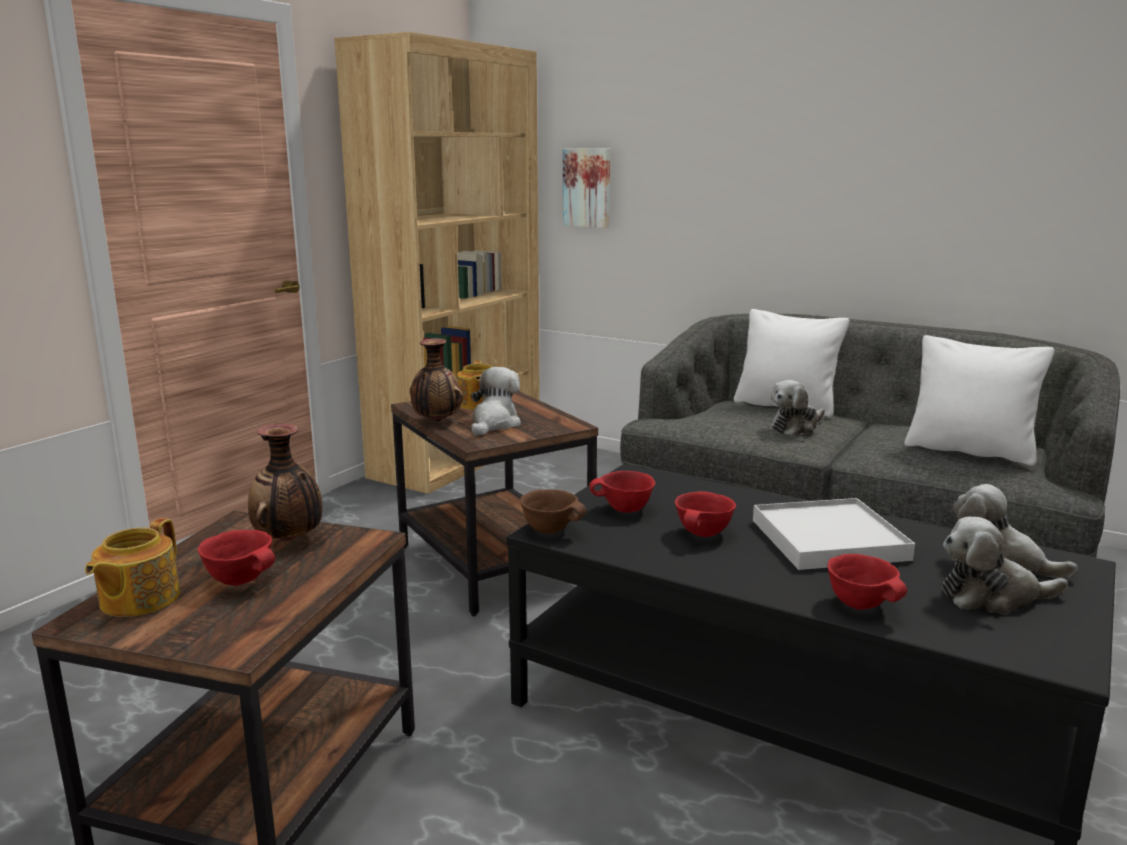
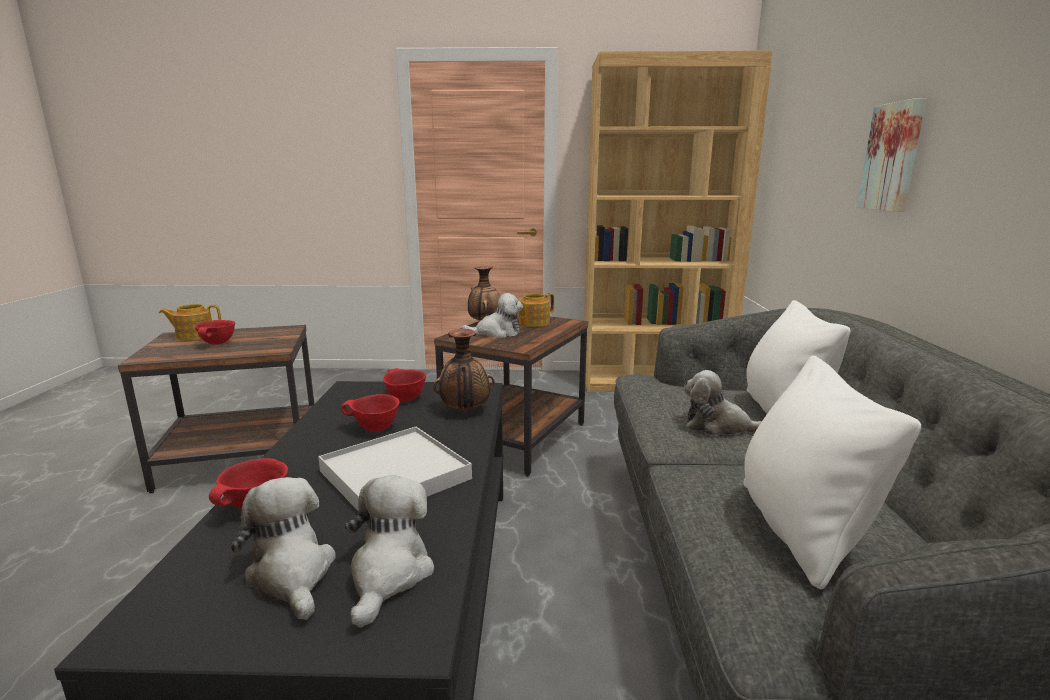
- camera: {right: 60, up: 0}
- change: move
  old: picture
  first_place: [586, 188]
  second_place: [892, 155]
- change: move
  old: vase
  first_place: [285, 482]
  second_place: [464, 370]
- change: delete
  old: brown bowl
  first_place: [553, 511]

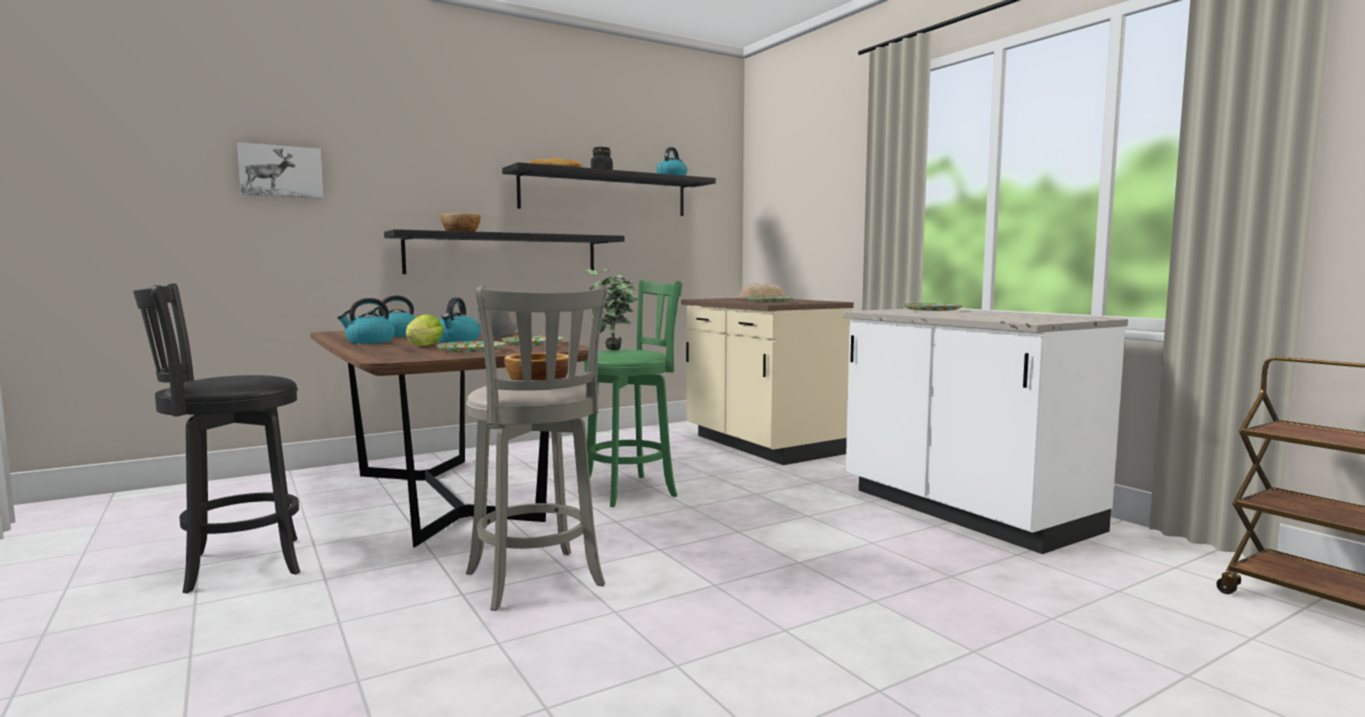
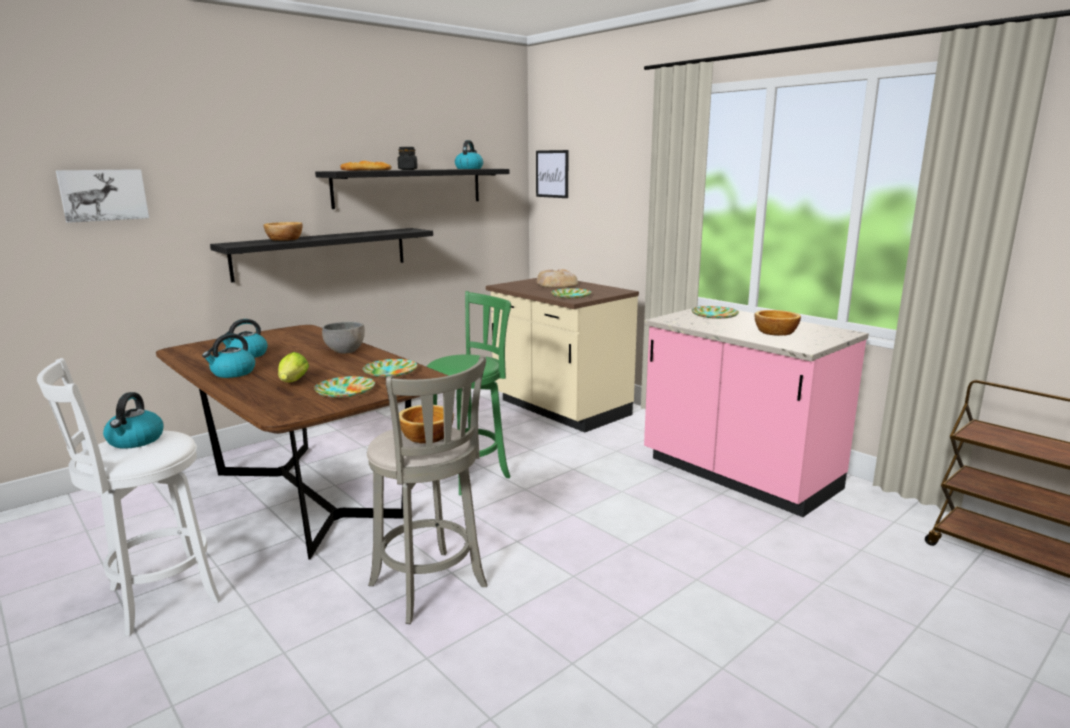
- camera: {right: -10, up: 10}
- change: delete
  old: potted plant
  first_place: [612, 309]
- change: recolor
  old: black stool
  new: white stool
  first_place: [216, 438]
  second_place: [129, 497]
- change: move
  old: kettle
  first_place: [459, 320]
  second_place: [133, 420]
- change: recolor
  old: white counter
  new: pink counter
  first_place: [985, 431]
  second_place: [756, 411]
- change: insert
  new: picture
  second_place: [552, 174]
- change: insert
  new: bowl
  second_place: [778, 323]

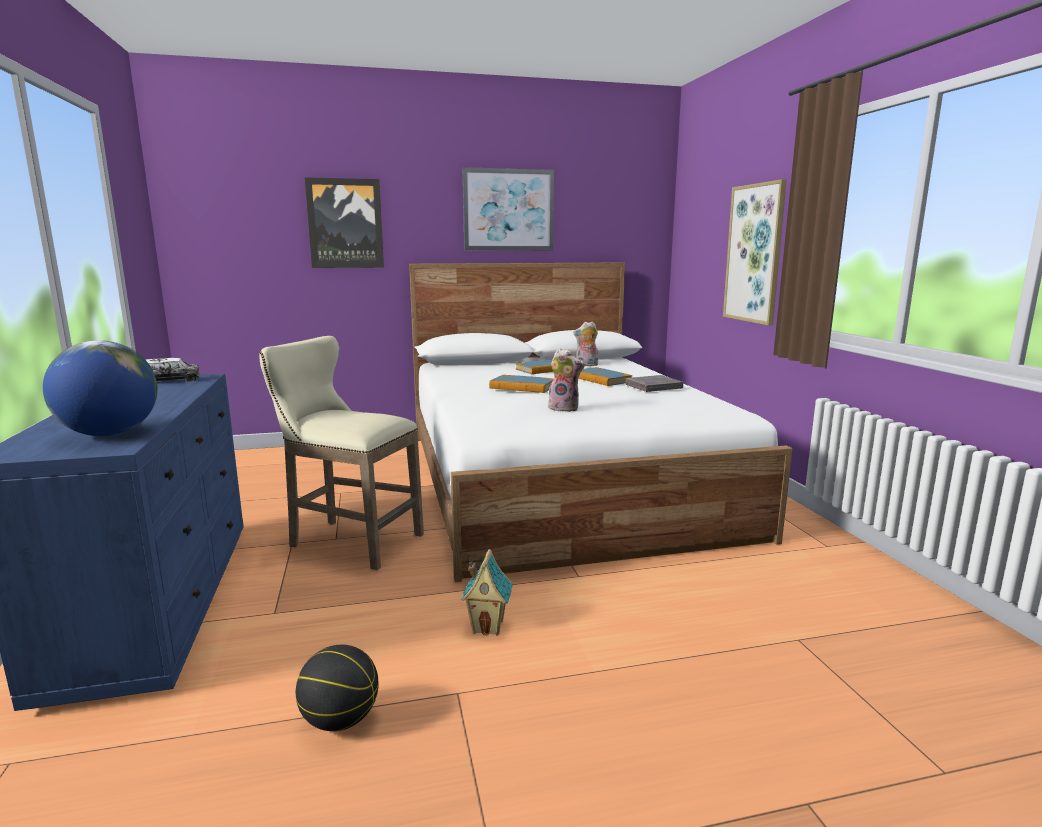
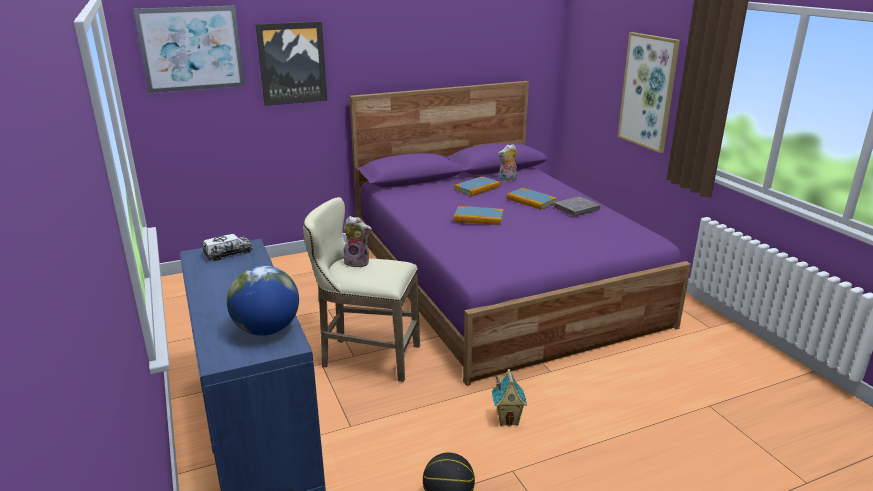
- camera: {right: -10, up: 10}
- change: move
  old: picture
  first_place: [508, 208]
  second_place: [189, 49]
- change: recolor
  old: white bed
  new: purple bed
  first_place: [601, 422]
  second_place: [520, 233]
- change: move
  old: plush toy
  first_place: [566, 380]
  second_place: [358, 241]

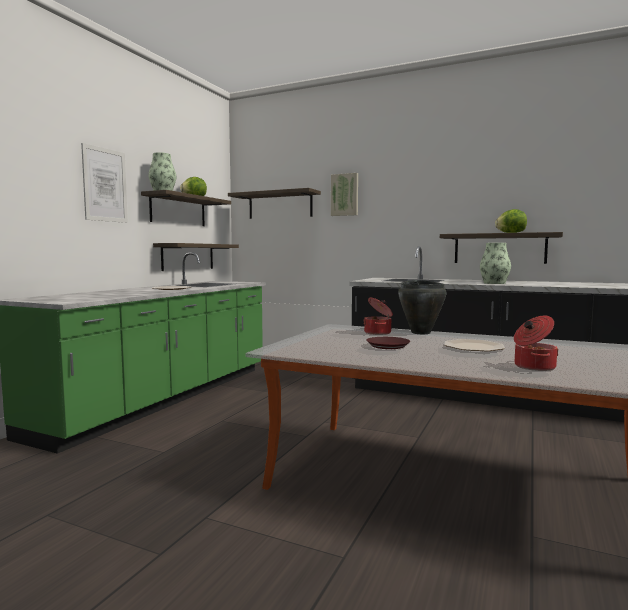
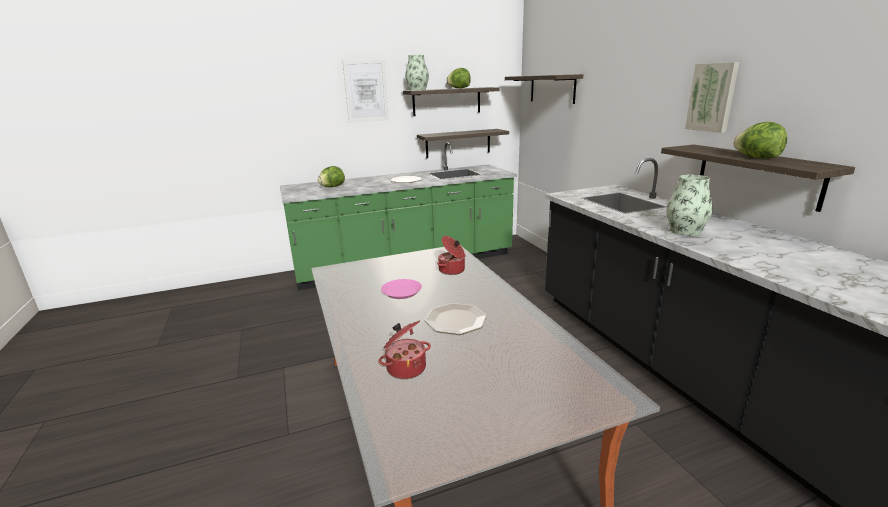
- camera: {right: 45, up: 15}
- change: move
  old: picture
  first_place: [344, 194]
  second_place: [712, 97]
- change: delete
  old: black cooking pot
  first_place: [422, 307]
- change: recolor
  old: brown plate
  new: pink plate
  first_place: [388, 343]
  second_place: [401, 289]
- change: insert
  new: lettuce
  second_place: [331, 176]

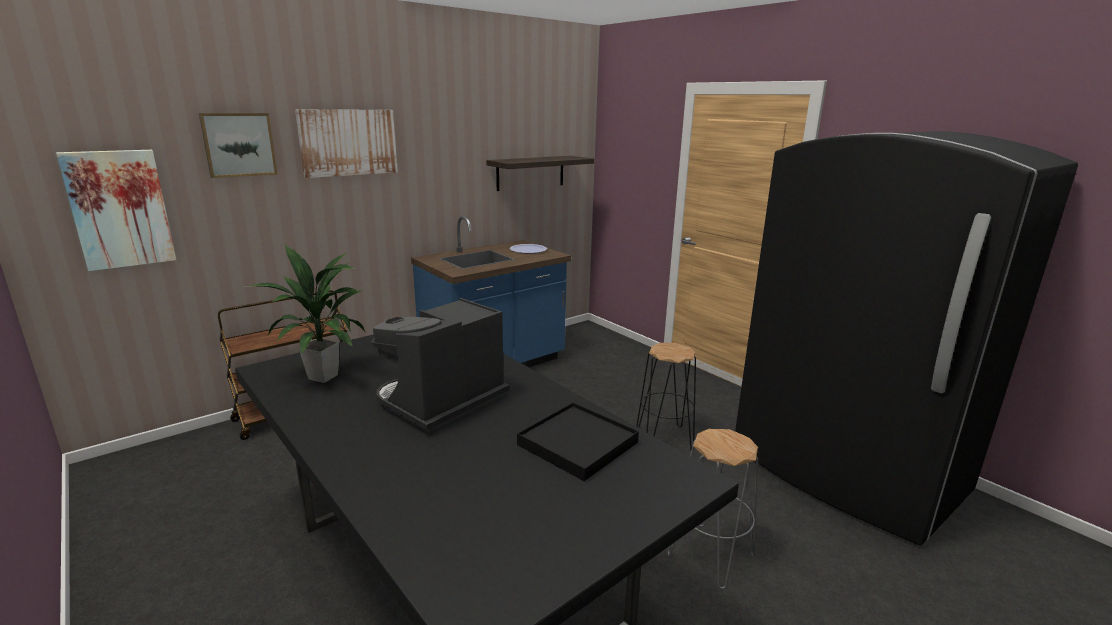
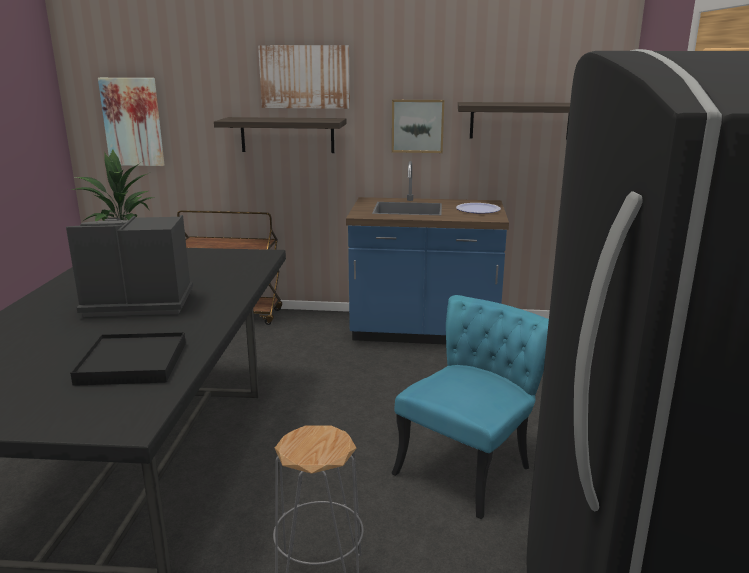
- camera: {right: 45, up: 0}
- change: move
  old: picture
  first_place: [238, 145]
  second_place: [418, 126]
- change: replace
  old: black stool
  new: turquoise chair
  first_place: [666, 396]
  second_place: [470, 407]
- change: insert
  new: shelf
  second_place: [280, 135]

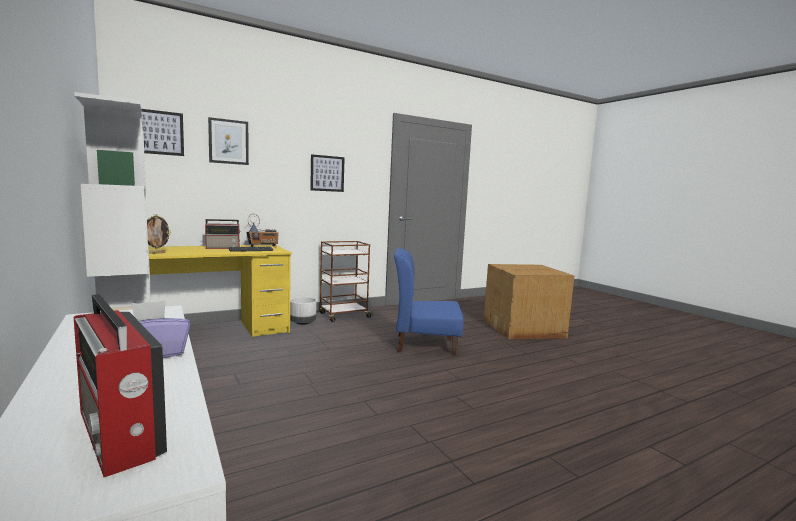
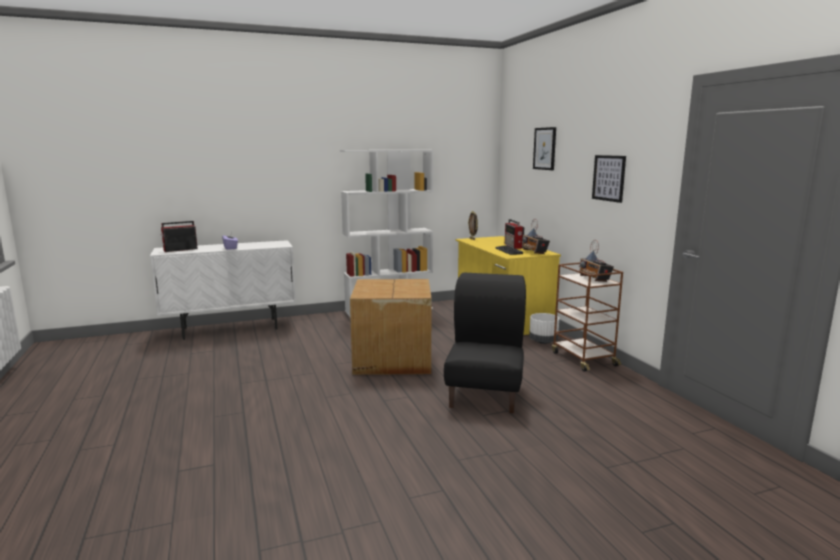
- camera: {right: 100, up: 5}
- change: delete
  old: picture
  first_place: [162, 132]
- change: recolor
  old: blue chair
  new: black chair
  first_place: [428, 302]
  second_place: [485, 343]
- change: move
  old: cardboard box
  first_place: [529, 301]
  second_place: [391, 327]
- change: insert
  new: radio
  second_place: [596, 261]

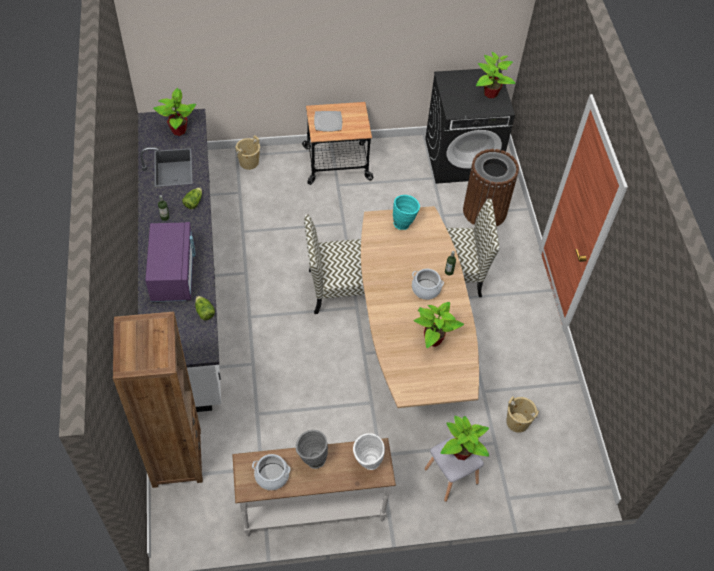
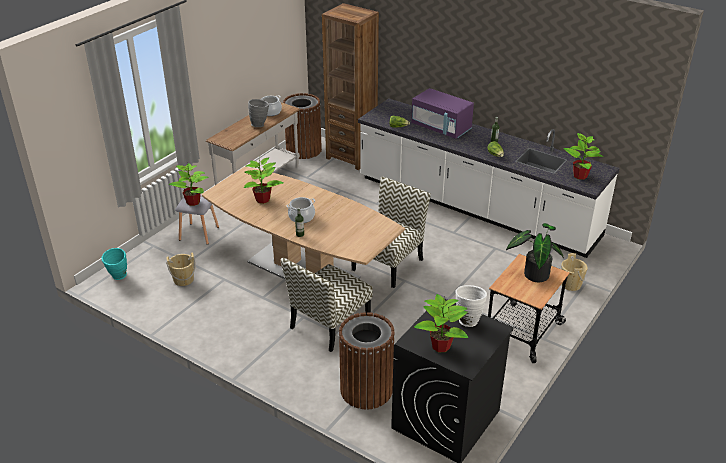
- camera: {right: 135, up: -20}
- change: replace
  old: plate
  new: potted plant
  first_place: [328, 121]
  second_place: [535, 252]
- change: move
  old: turquoise vase
  first_place: [406, 212]
  second_place: [114, 264]
- change: move
  old: white vase
  first_place: [369, 451]
  second_place: [471, 306]
- change: insert
  new: brown trash can
  second_place: [302, 126]

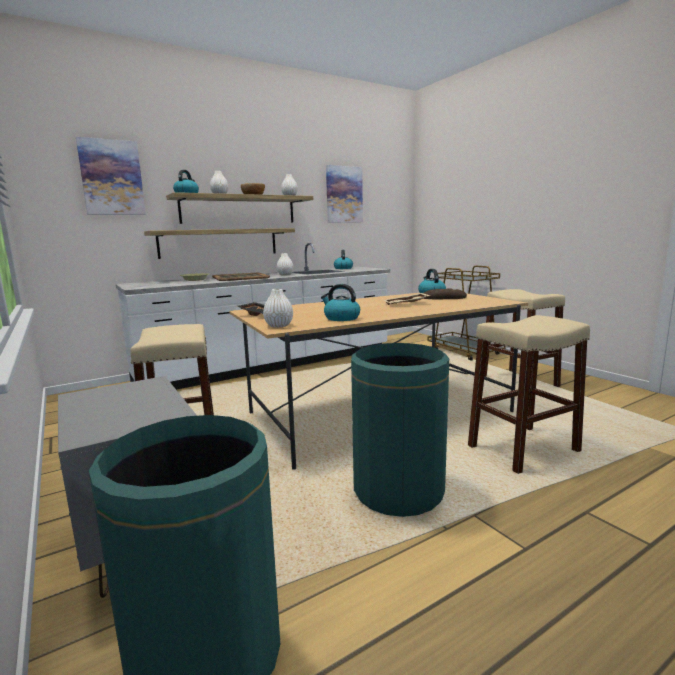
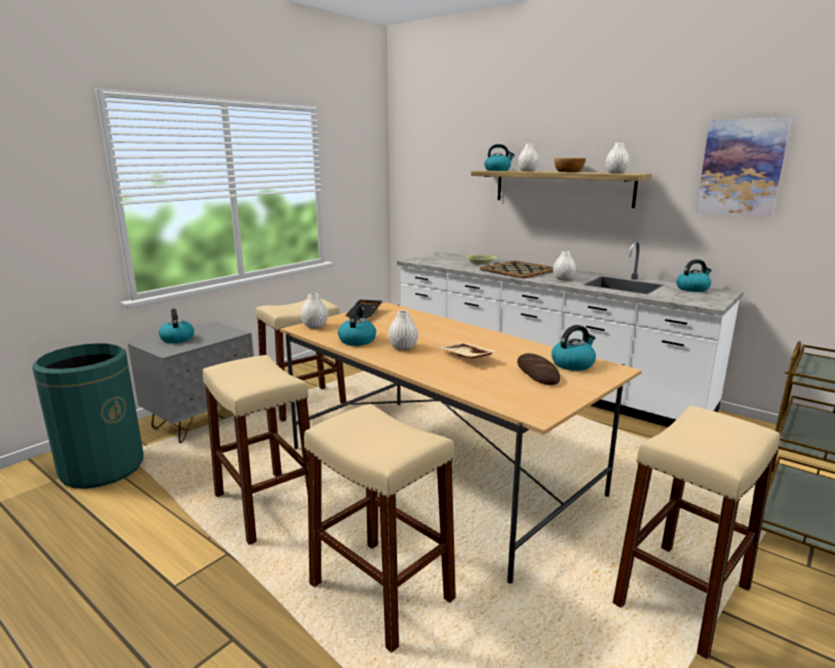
- camera: {right: 70, up: 5}
- change: delete
  old: picture
  first_place: [111, 176]
- change: delete
  old: shelf
  first_place: [219, 243]
- change: replace
  old: green trash can
  new: beige stool
  first_place: [400, 430]
  second_place: [256, 450]
- change: insert
  new: kettle
  second_place: [176, 326]
- change: insert
  new: white vase
  second_place: [403, 330]

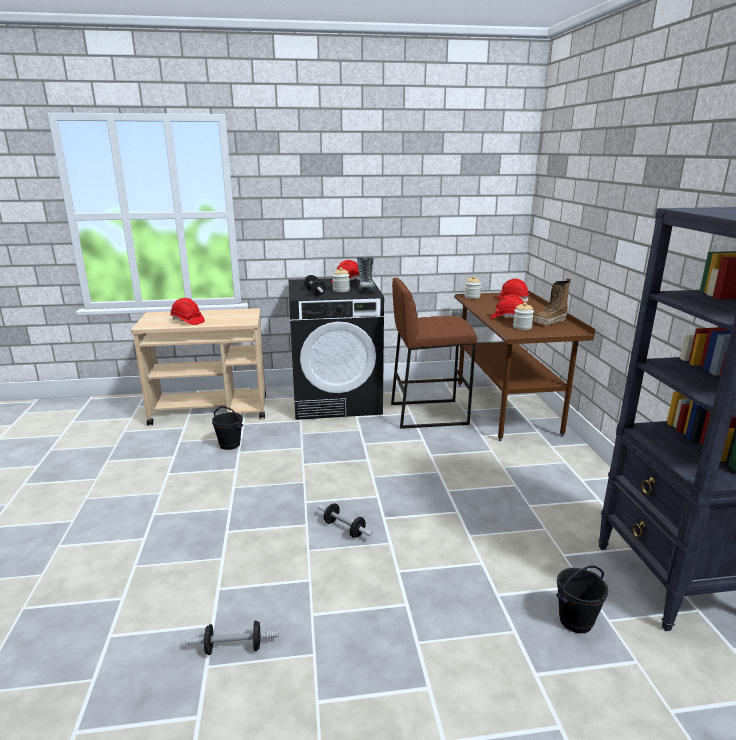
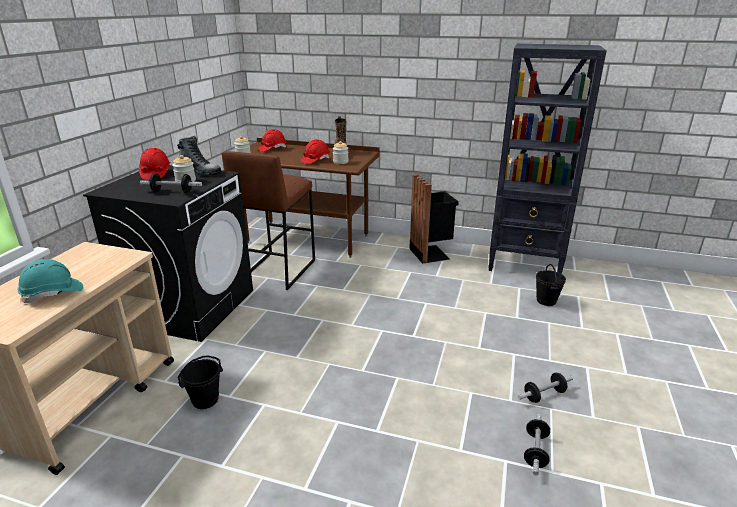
- camera: {right: -65, up: 5}
- change: recolor
  old: red hard hat
  new: turquoise hard hat
  first_place: [187, 311]
  second_place: [50, 281]
- change: move
  old: dumbbell
  first_place: [345, 521]
  second_place: [545, 388]
- change: insert
  new: black trash can
  second_place: [434, 219]

